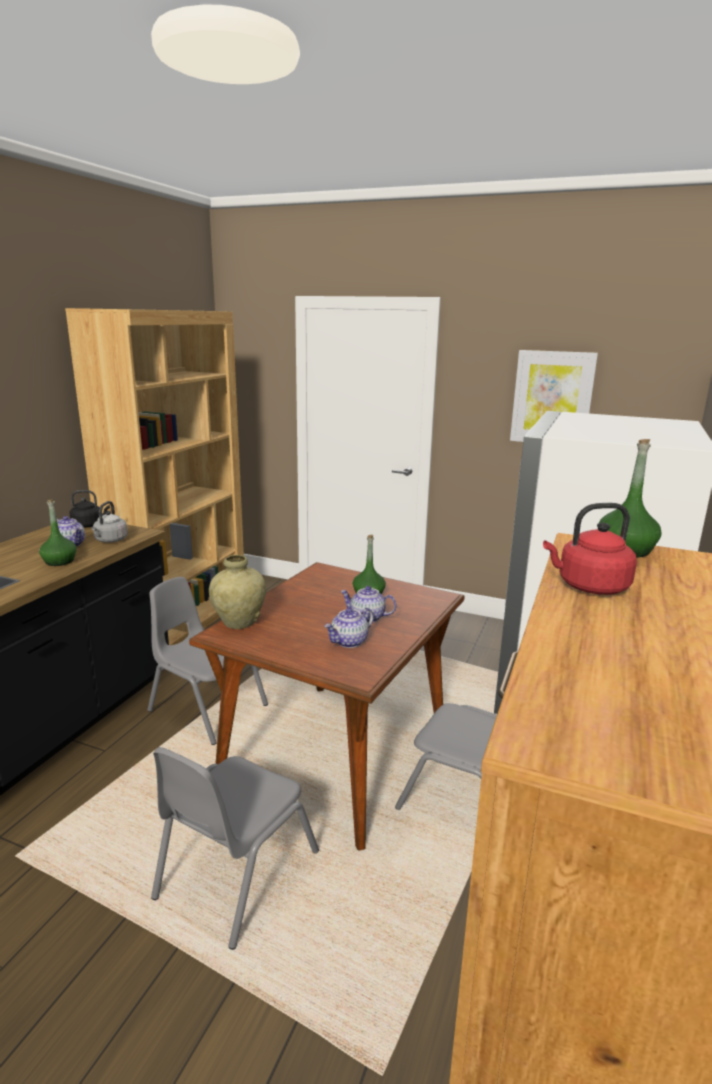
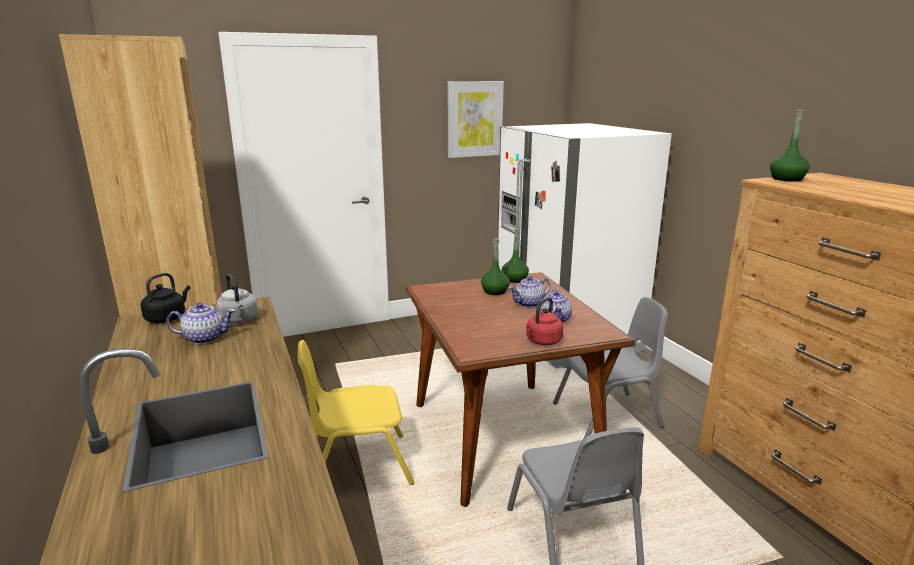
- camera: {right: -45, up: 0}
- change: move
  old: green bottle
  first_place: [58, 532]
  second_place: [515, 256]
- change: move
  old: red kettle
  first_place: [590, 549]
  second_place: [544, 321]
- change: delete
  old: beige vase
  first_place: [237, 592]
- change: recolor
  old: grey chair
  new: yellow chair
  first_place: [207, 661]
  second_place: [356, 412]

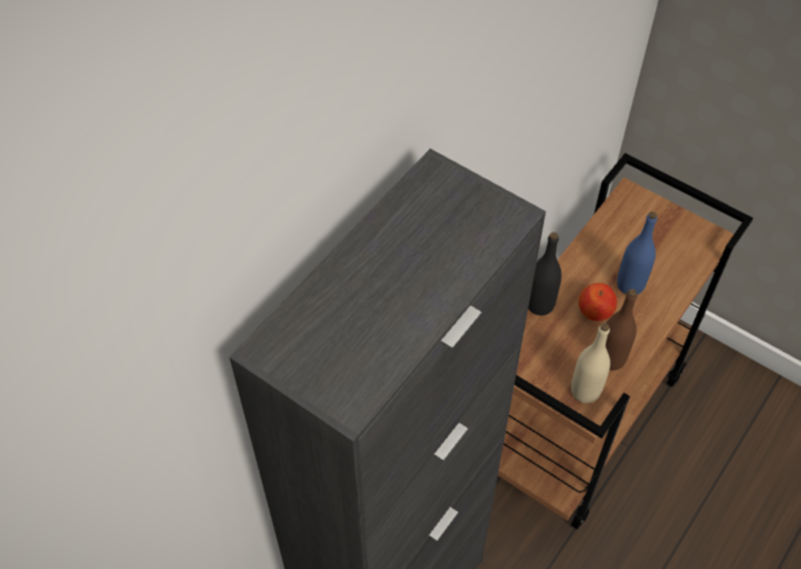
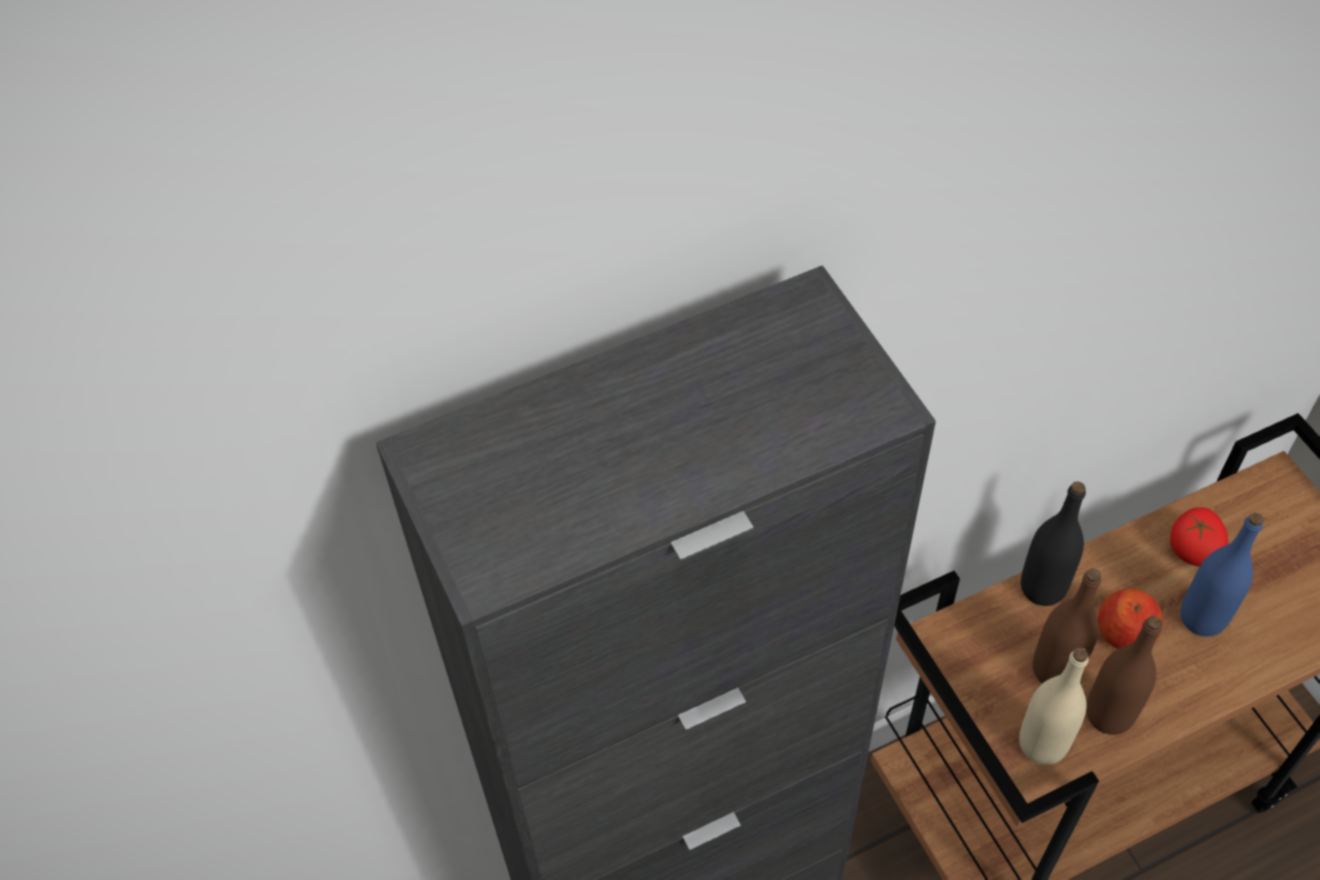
- camera: {right: 30, up: 0}
- change: insert
  new: tomato
  second_place: [1199, 537]
- change: insert
  new: brown bottle
  second_place: [1067, 625]

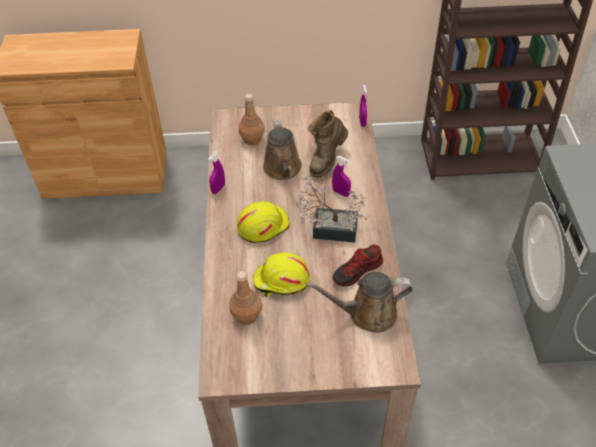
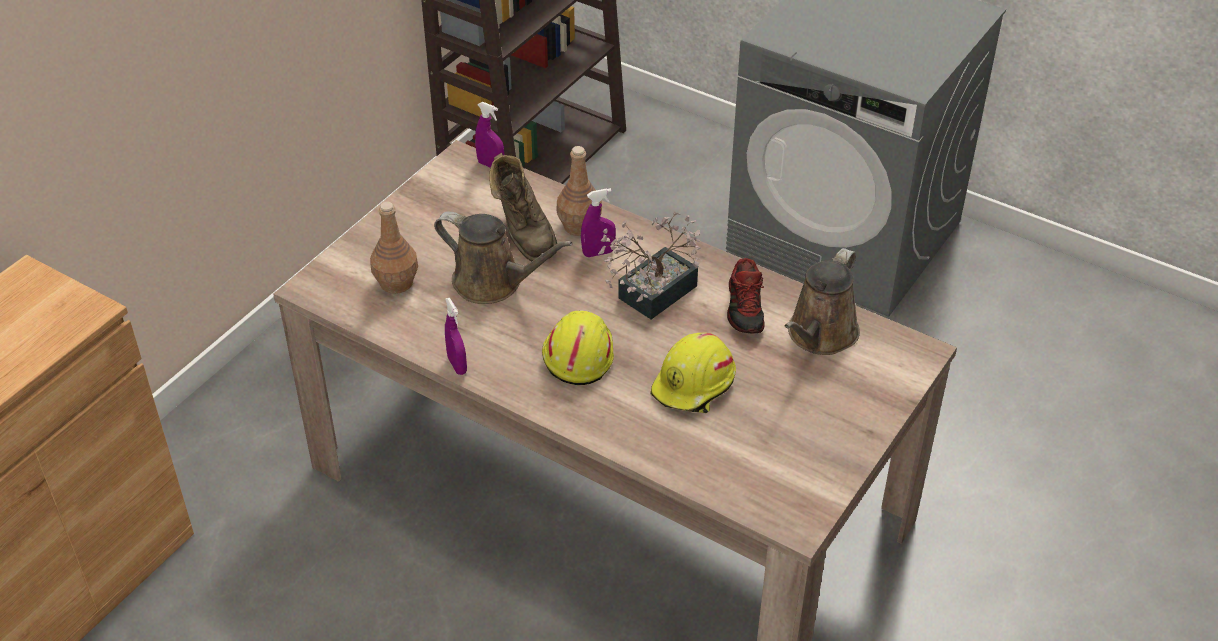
- camera: {right: -55, up: -5}
- change: move
  old: brown bottle
  first_place: [245, 298]
  second_place: [579, 191]

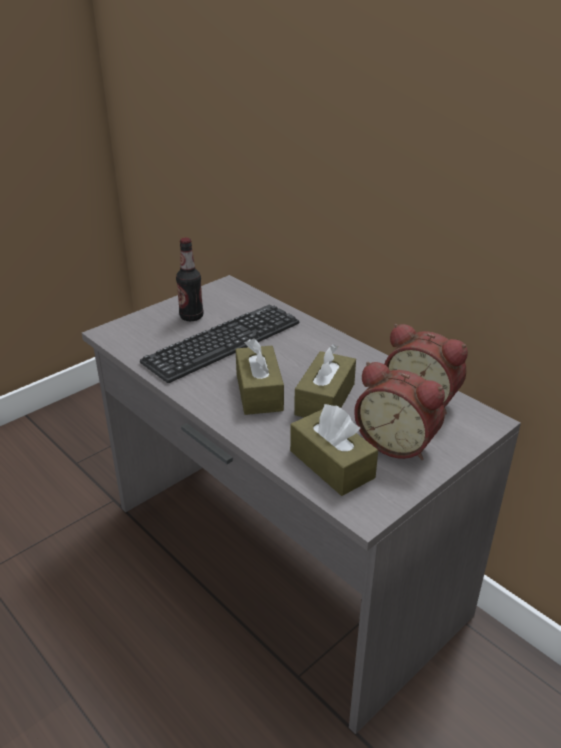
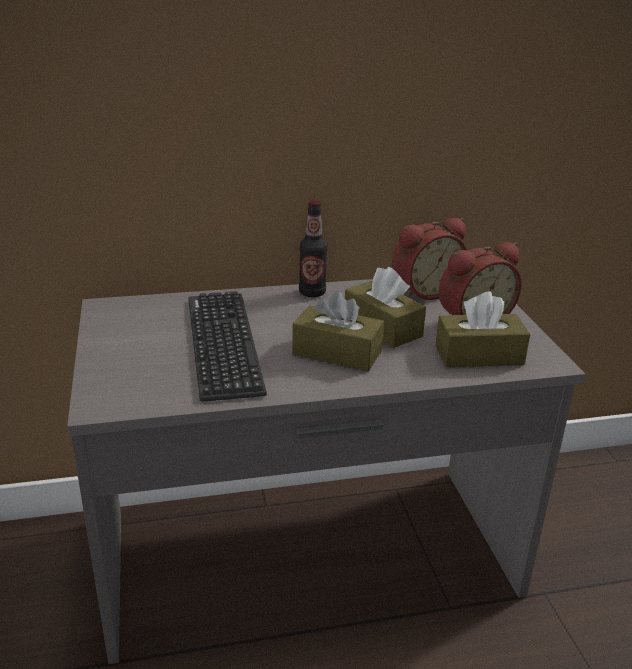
- camera: {right: -60, up: -5}
- change: move
  old: bottle
  first_place: [189, 279]
  second_place: [313, 248]

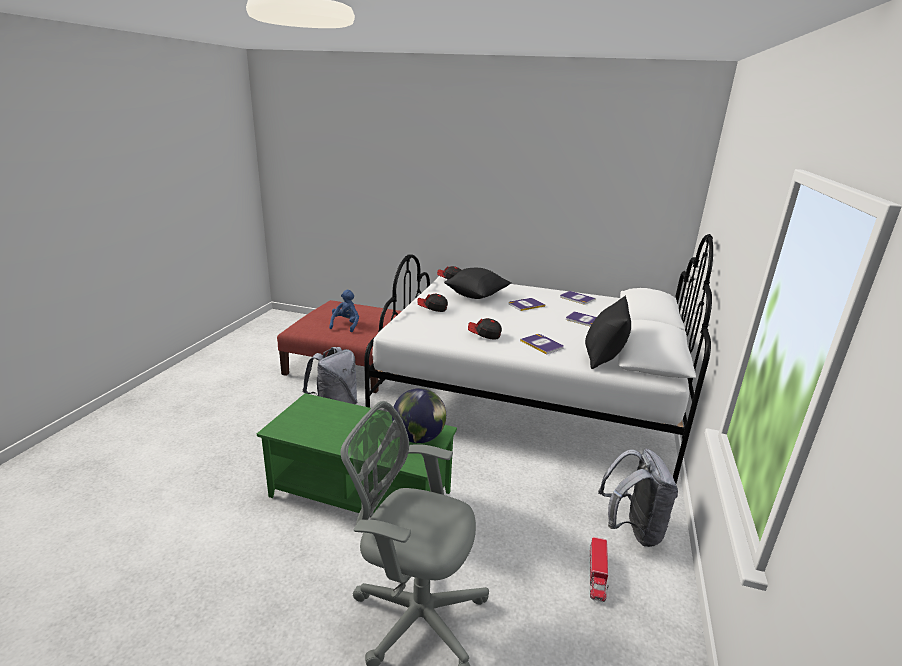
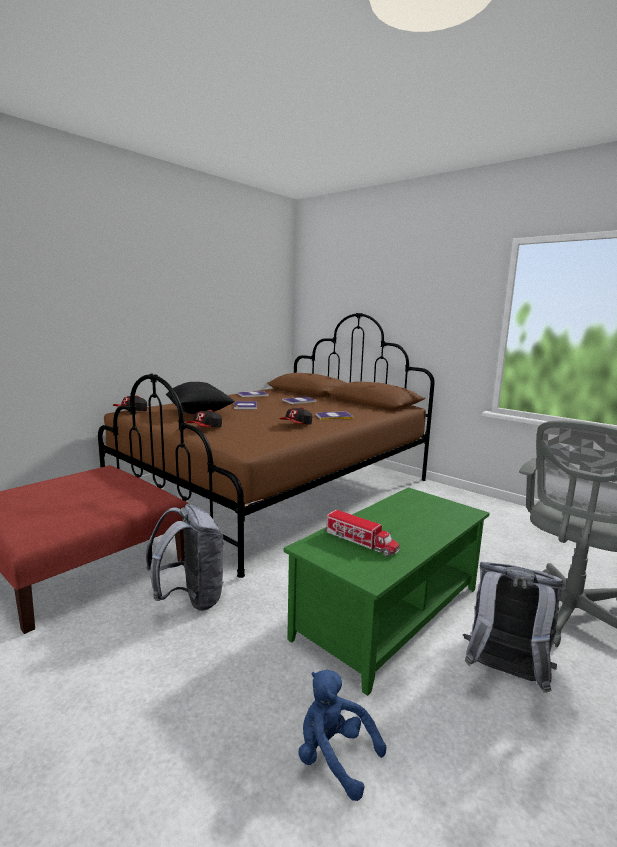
- camera: {right: -65, up: -10}
- change: recolor
  old: white bed
  new: brown bed
  first_place: [538, 359]
  second_place: [266, 445]
- change: move
  old: blue plush toy
  first_place: [344, 311]
  second_place: [342, 735]
- change: delete
  old: black pillow
  first_place: [608, 332]
- change: delete
  old: globe
  first_place: [419, 415]
- change: move
  old: grey backpack
  first_place: [638, 498]
  second_place: [513, 627]
- change: move
  old: toy truck
  first_place: [599, 569]
  second_place: [362, 533]

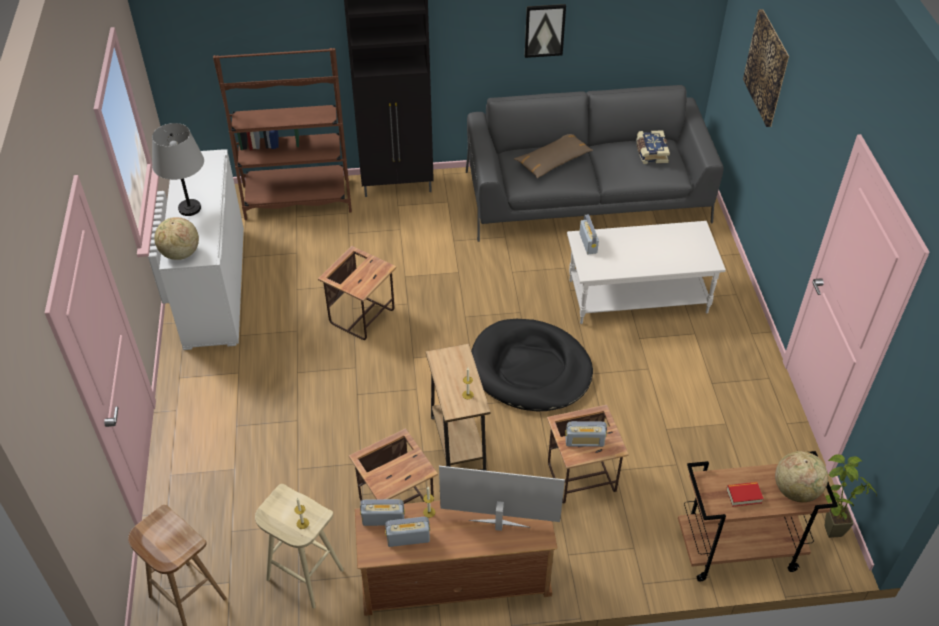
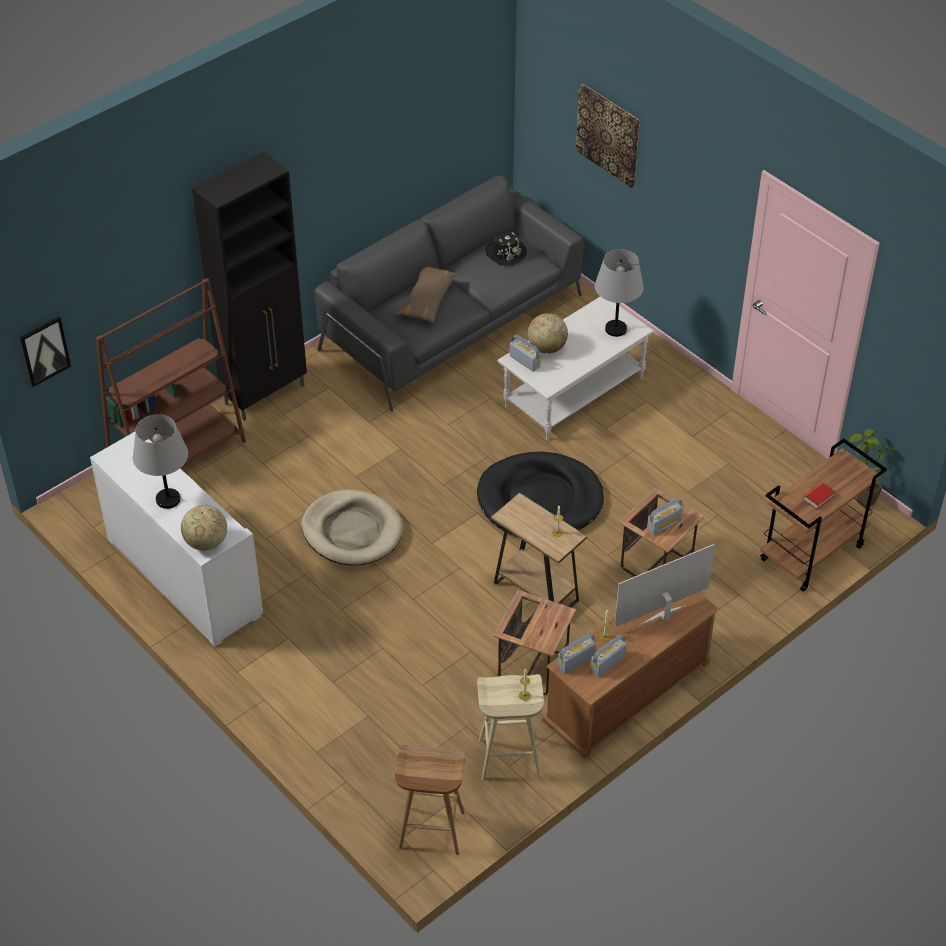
- camera: {right: -35, up: 0}
- change: move
  old: picture
  first_place: [545, 31]
  second_place: [45, 351]
- change: replace
  old: book
  new: black hat
  first_place: [653, 147]
  second_place: [506, 248]
- change: replace
  old: side table
  new: beige dog bed
  first_place: [357, 293]
  second_place: [352, 527]
- change: move
  old: globe
  first_place: [801, 476]
  second_place: [548, 333]
- change: insert
  new: grey table lamp
  second_place: [619, 293]

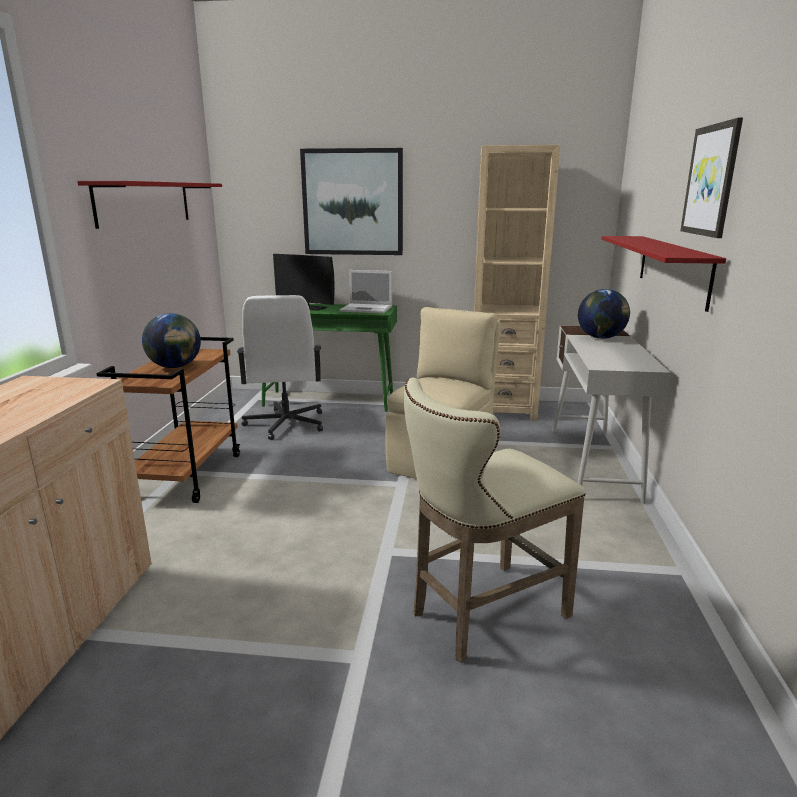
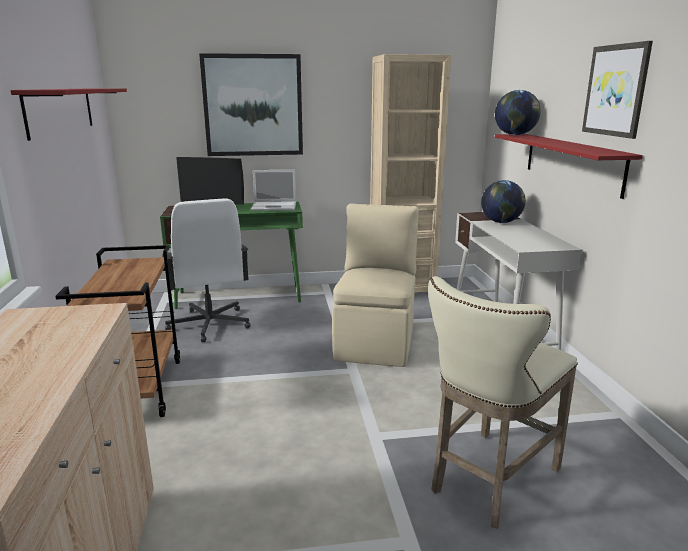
- camera: {right: -15, up: 0}
- change: move
  old: globe
  first_place: [171, 340]
  second_place: [518, 112]

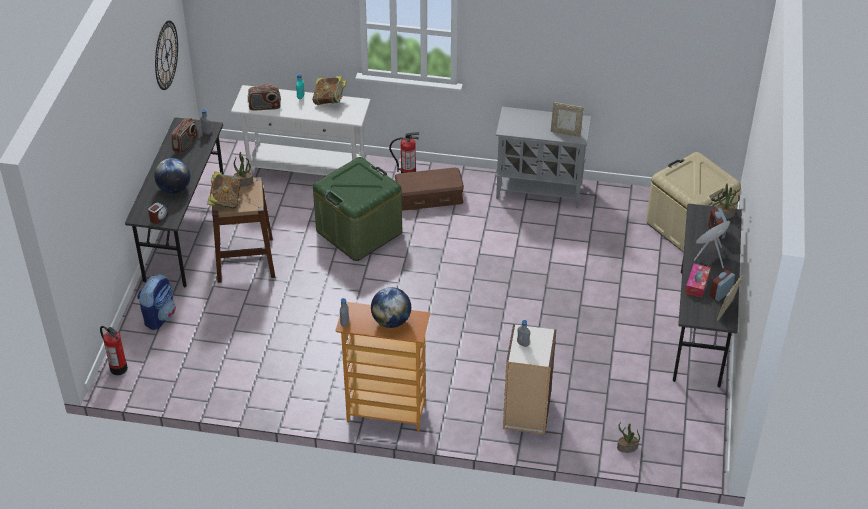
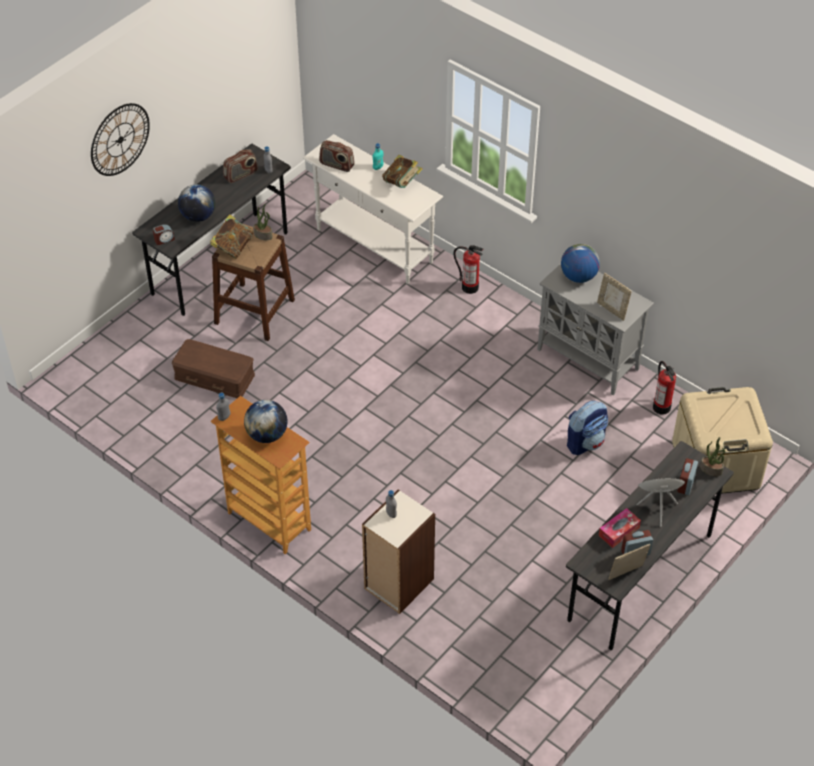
- camera: {right: 30, up: 5}
- change: move
  old: wall clock
  first_place: [166, 55]
  second_place: [120, 139]
- change: delete
  old: green storage box
  first_place: [357, 209]
- change: move
  old: brown storage box
  first_place: [429, 189]
  second_place: [213, 368]
- change: move
  old: backpack
  first_place: [156, 302]
  second_place: [587, 428]
- change: move
  old: fire extinguisher
  first_place: [114, 350]
  second_place: [664, 388]
- change: delete
  old: potted plant
  first_place: [628, 437]
- change: insert
  new: globe
  second_place: [580, 263]

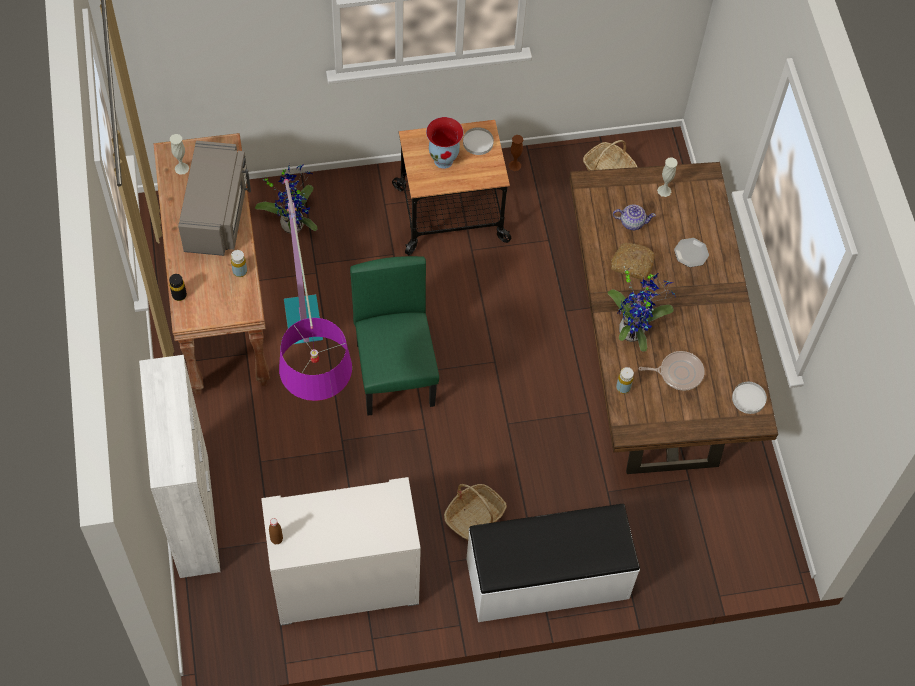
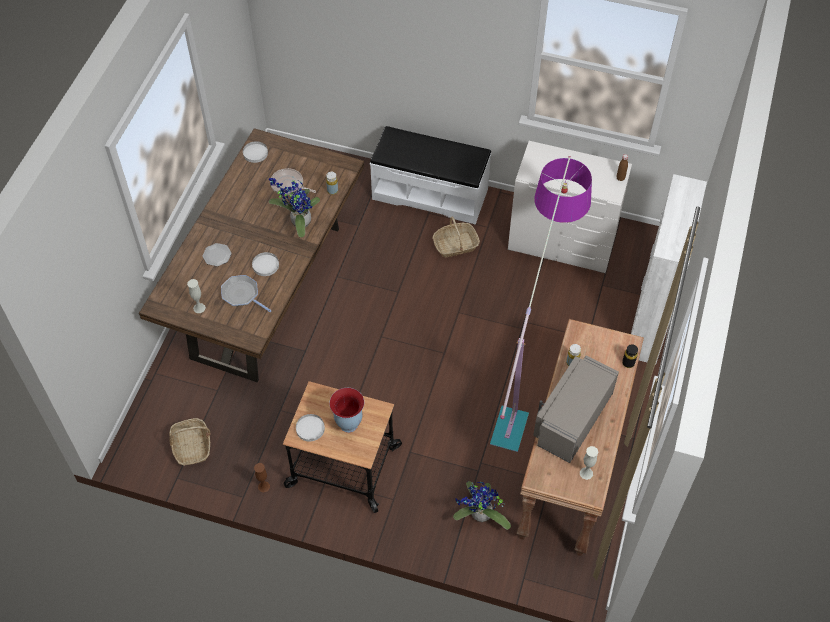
- camera: {right: -150, up: -5}
- change: replace
  old: teapot
  new: frying pan
  first_place: [634, 217]
  second_place: [246, 293]
- change: replace
  old: bread
  new: white plate
  first_place: [633, 261]
  second_place: [265, 264]
- change: delete
  old: green chair
  first_place: [394, 336]

